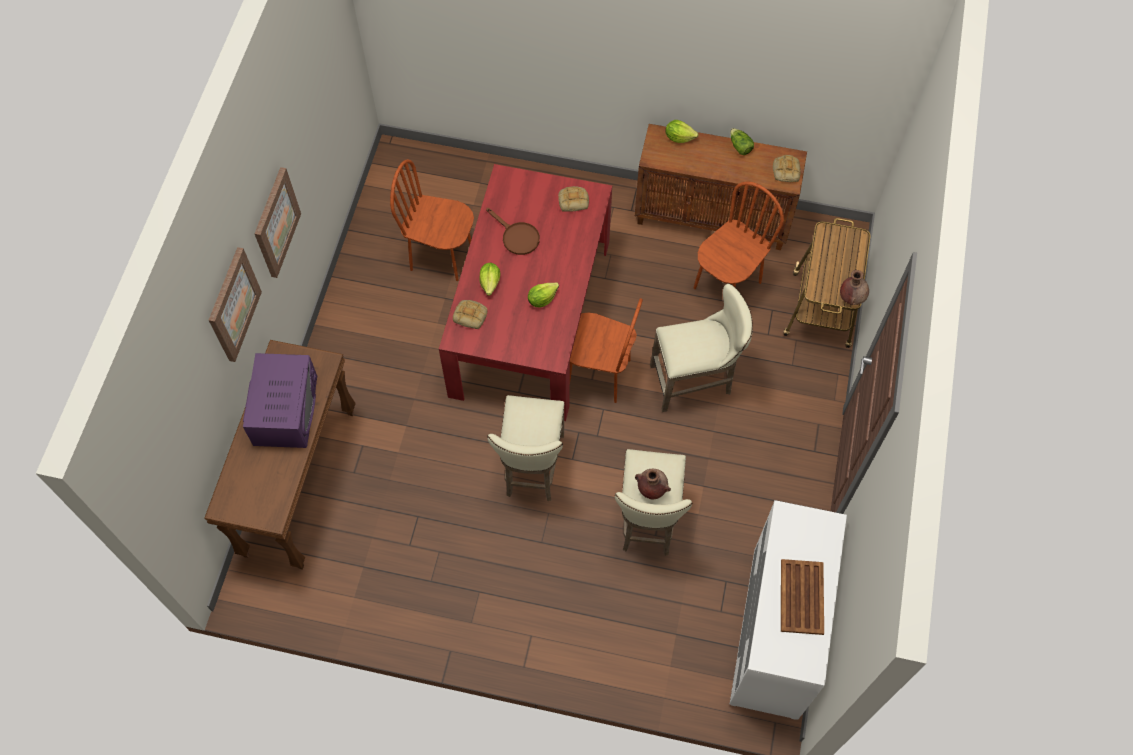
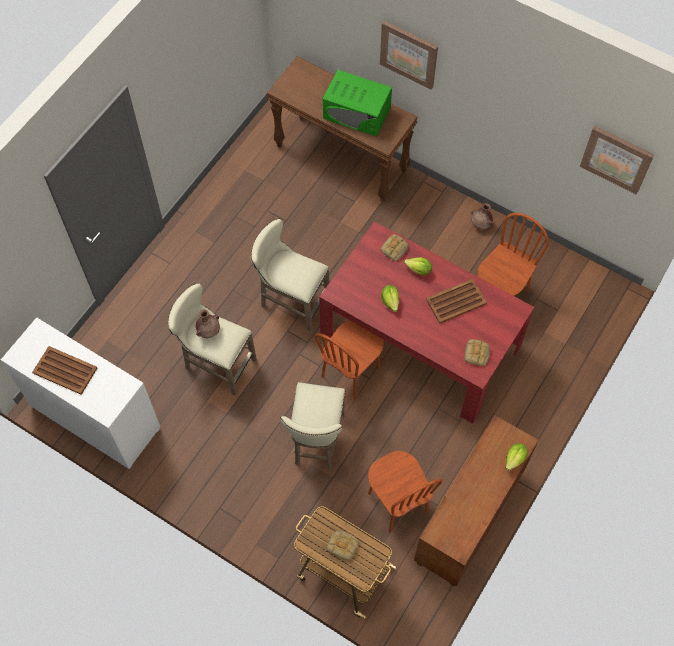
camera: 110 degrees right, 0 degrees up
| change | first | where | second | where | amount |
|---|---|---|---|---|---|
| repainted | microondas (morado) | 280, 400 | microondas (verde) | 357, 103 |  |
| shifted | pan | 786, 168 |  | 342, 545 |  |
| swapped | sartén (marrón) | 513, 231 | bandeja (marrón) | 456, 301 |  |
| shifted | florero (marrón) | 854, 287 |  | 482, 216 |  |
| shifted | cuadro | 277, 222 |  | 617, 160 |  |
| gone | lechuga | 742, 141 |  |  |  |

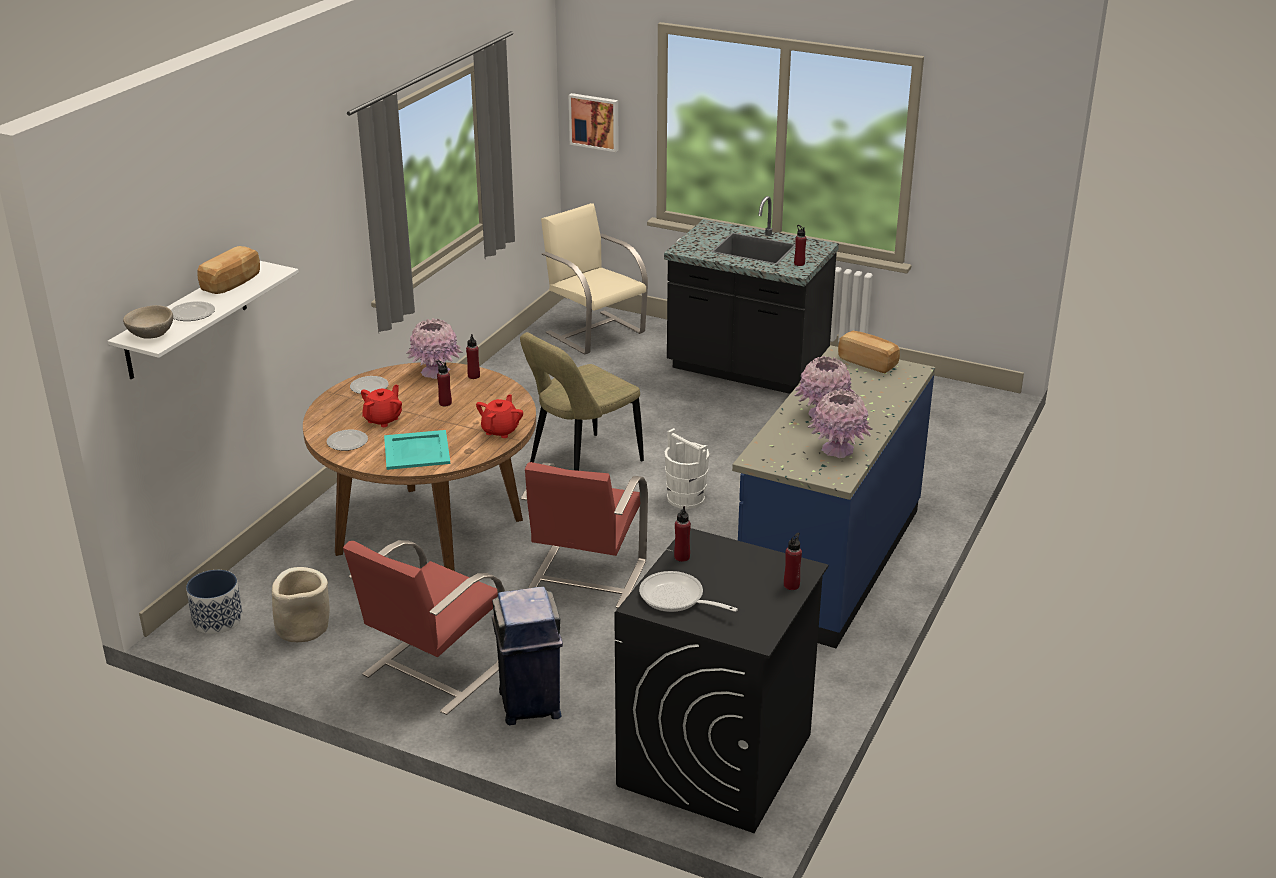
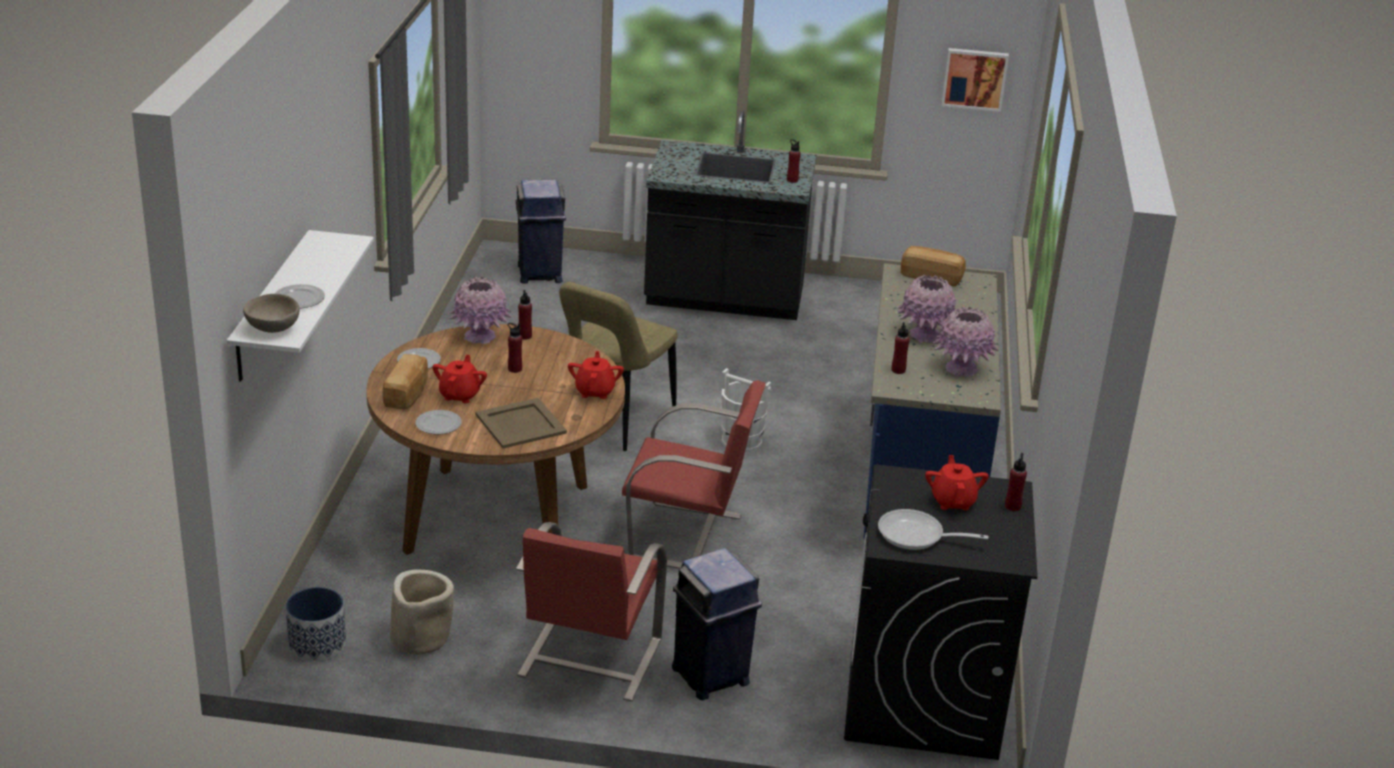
camera: 20 degrees left, 0 degrees up
| change | first | where | second | where | amount |
|---|---|---|---|---|---|
| shifted | pan | 228, 270 |  | 405, 381 |  |
| repainted | bandeja (turquesa) | 417, 450 | bandeja (beis) | 521, 423 |  |
| swapped | silla (beis) | 594, 279 | papelera (azul) | 541, 232 |  |
| rotated | silla (rojo) | 584, 535 |  | 694, 474 | 75 degrees counterclockwise |
| shifted | botella (rojo) | 682, 534 |  | 901, 348 |  |
| new |  |  | tetera (rojo) | 957, 483 |  |
| shifted | cuadro | 594, 122 |  | 975, 80 |  |

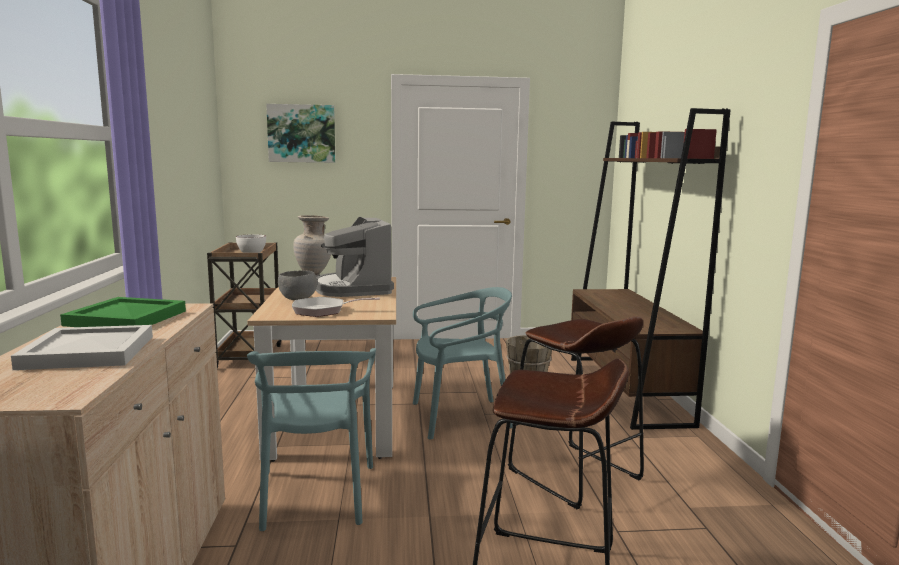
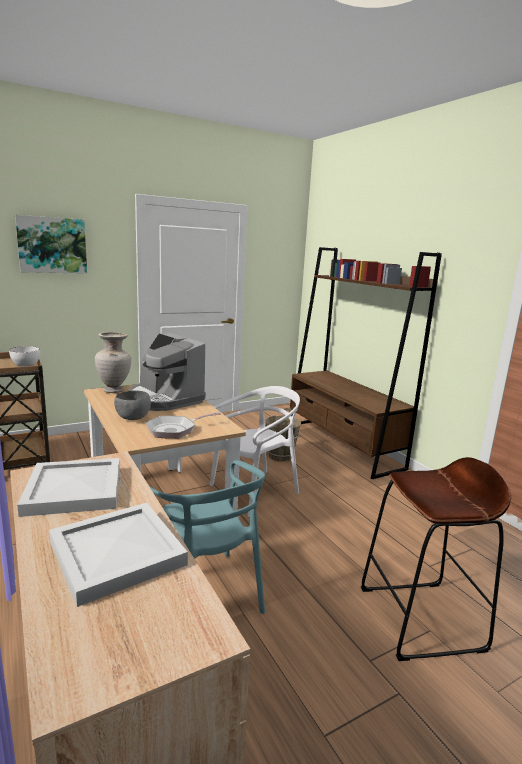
camera: 25 degrees left, 5 degrees up
| change | first | where | second | where | amount |
|---|---|---|---|---|---|
| repainted | bandeja (verde) | 123, 312 | bandeja (blanco) | 68, 487 |  |
| repainted | silla (turquesa) | 463, 363 | silla (blanco) | 254, 451 |  |
| gone | taburete (marrón) | 576, 412 |  |  |  |

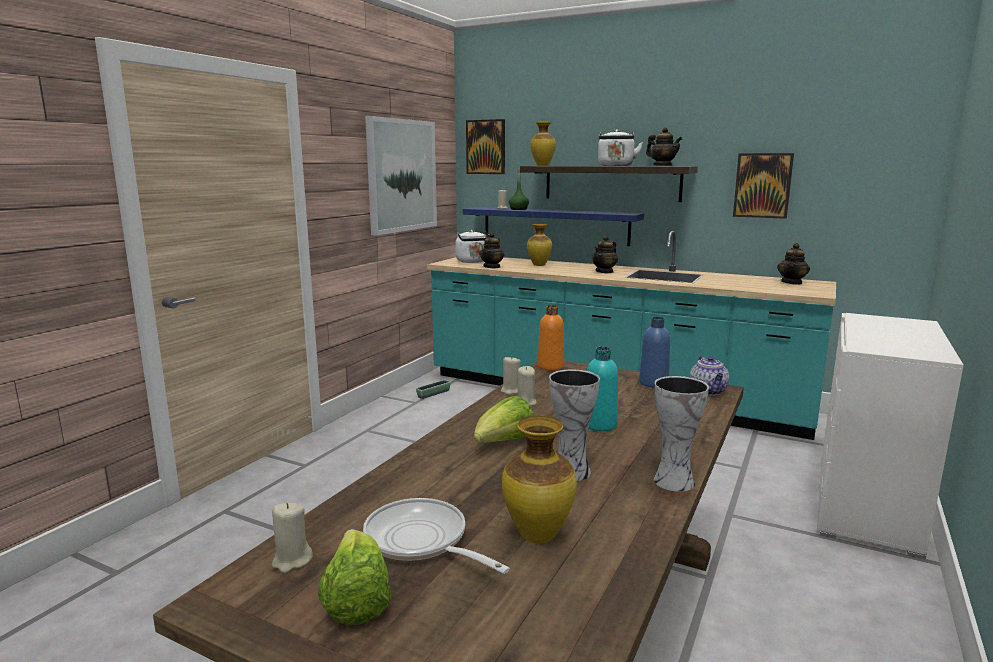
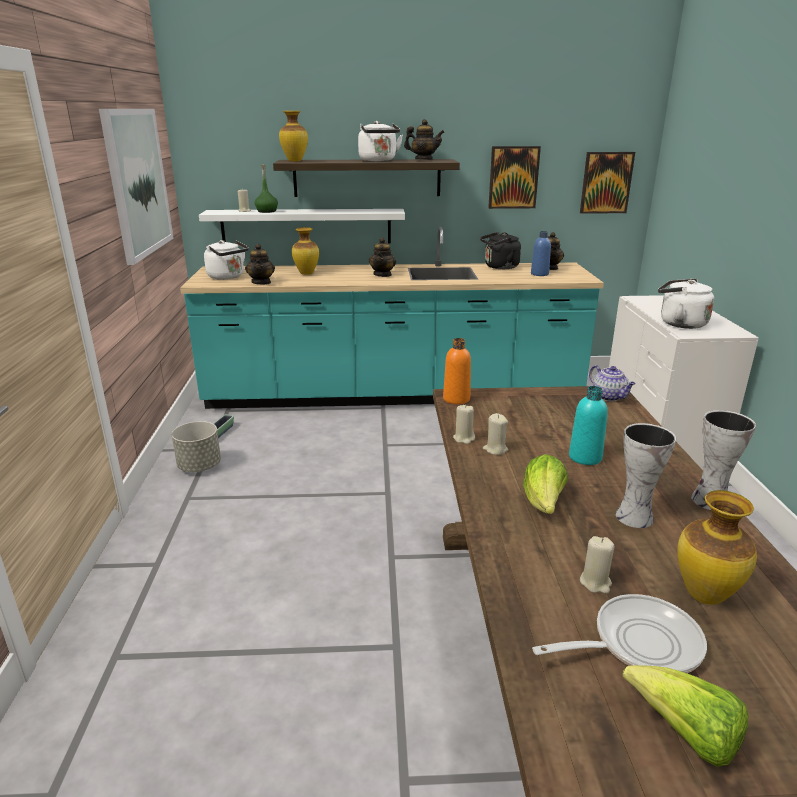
camera: 30 degrees left, 10 degrees up
| change | first | where | second | where | amount |
|---|---|---|---|---|---|
| new |  |  | maceta (gris) | 196, 446 |  |
| repainted | estante (azul) | 553, 226 | estante (blanco) | 302, 226 |  |
| new |  |  | hervidor (negro) | 500, 250 |  |
| shifted | botella (azul) | 654, 352 |  | 541, 253 |  |
| rotated | sartén | 436, 536 |  | 619, 633 | 150 degrees clockwise |
| shifted | cuadro | 485, 146 |  | 607, 183 |  |
| shifted | vela (beis) | 292, 538 |  | 597, 564 |  |
| new |  |  | hervidor (blanco) | 686, 304 |  |

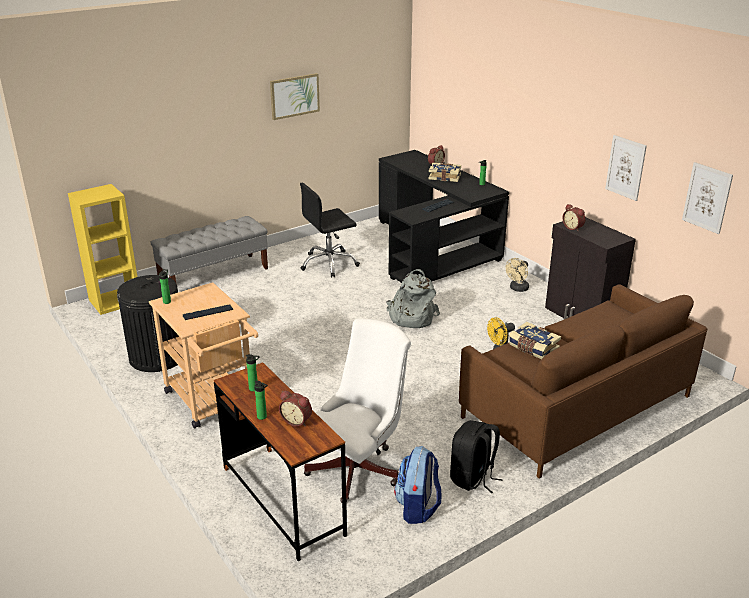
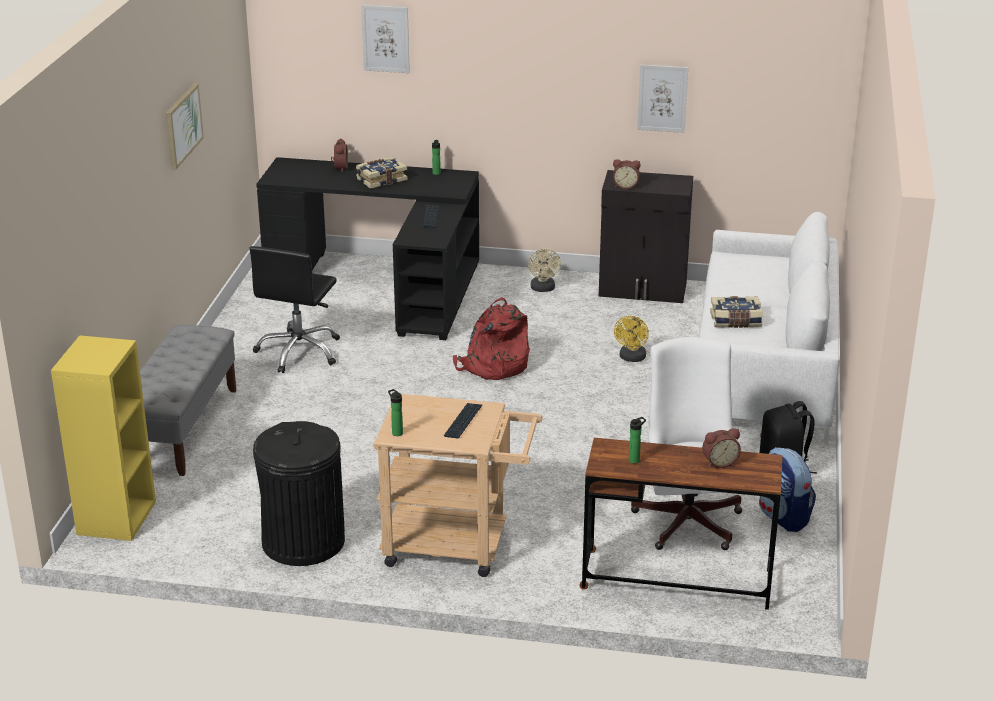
camera: 45 degrees left, 0 degrees up
| change | first | where | second | where | amount |
|---|---|---|---|---|---|
| shifted | cuadro | 707, 198 |  | 385, 39 |  |
| repainted | mochila (gris) | 413, 298 | mochila (rojo) | 491, 338 |  |
| repainted | sofá (marrón) | 583, 381 | sofá (blanco) | 769, 328 |  |
| gone | botella | 261, 400 |  |  |  |

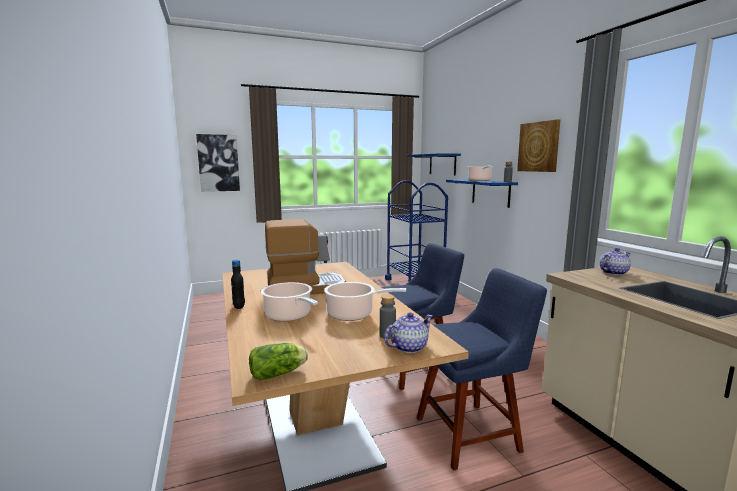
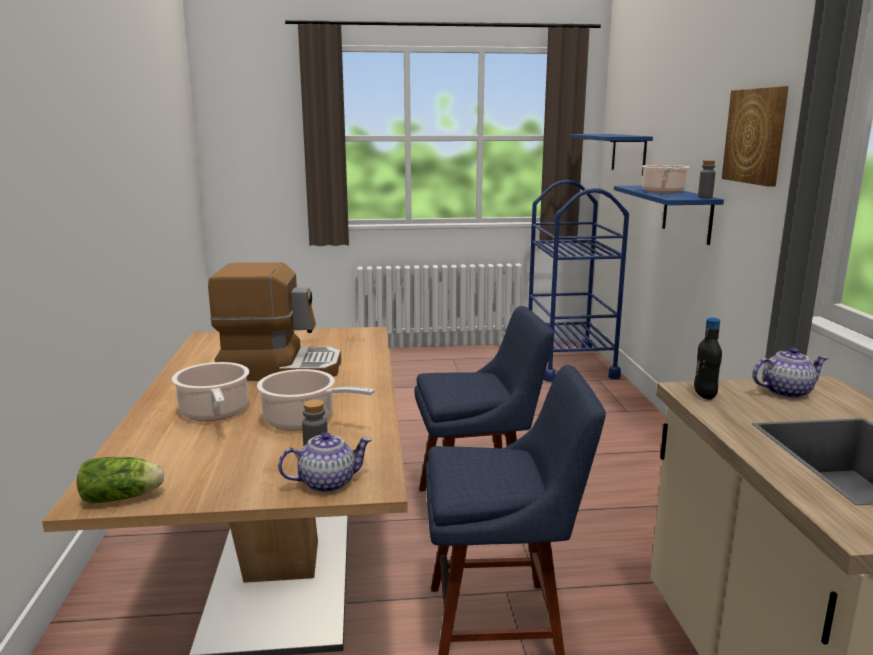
camera: 15 degrees right, 5 degrees up
| change | first | where | second | where | amount |
|---|---|---|---|---|---|
| shifted | botella (negro) | 238, 284 |  | 708, 359 |  |
| gone | cuadro | 218, 163 |  |  |  |

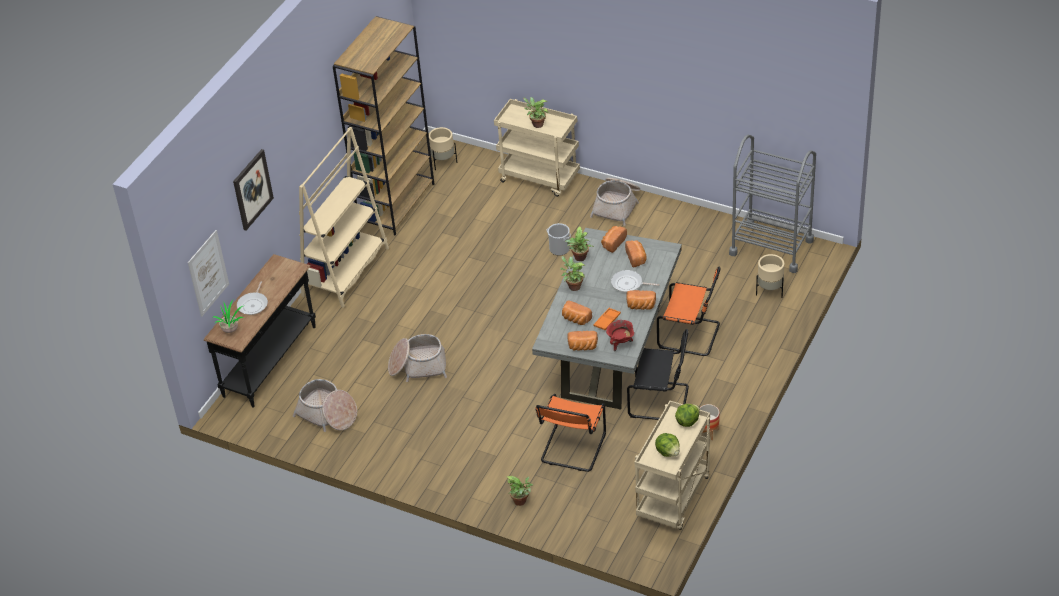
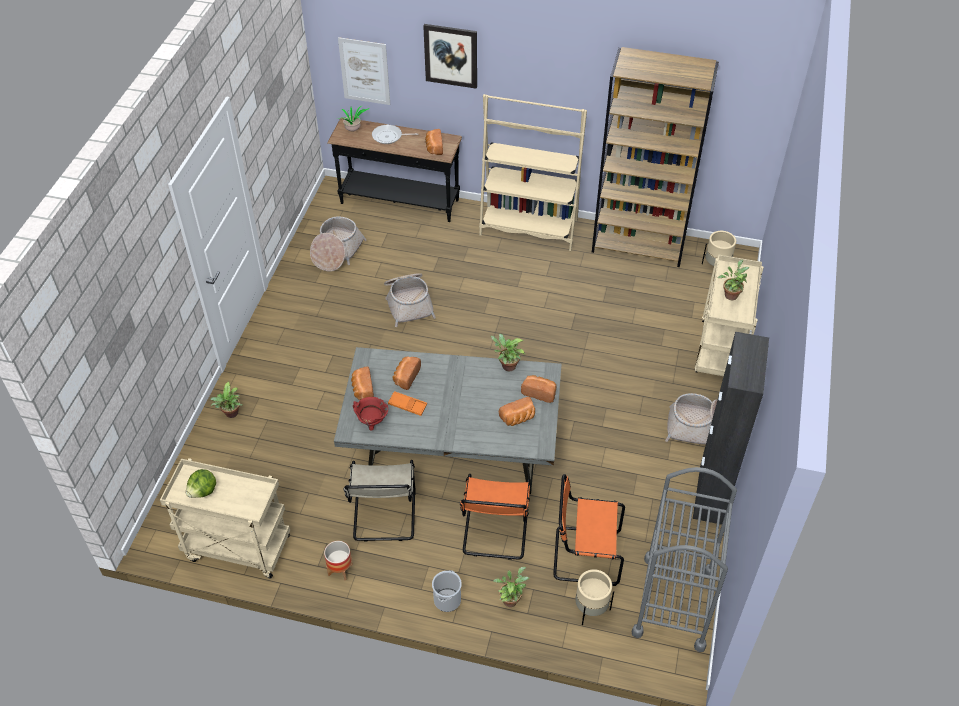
camera: 75 degrees right, 5 degrees up
| change | first | where | second | where | amount |
|---|---|---|---|---|---|
| repainted | silla (negro) | 658, 374 | silla (beis) | 379, 500 |  |
| shifted | pan | 641, 300 |  | 434, 142 |  |
| shifted | cubo | 559, 239 |  | 447, 591 |  |
| shifted | planta en maceta | 572, 273 |  | 511, 587 |  |
| shifted | silla (naranja) | 570, 433 |  | 589, 530 |  |
| new |  |  | armario (negro) | 731, 428 |  |
| gone | sartén | 635, 281 |  |  |  |
| gone | lechuga | 687, 415 |  |  |  |

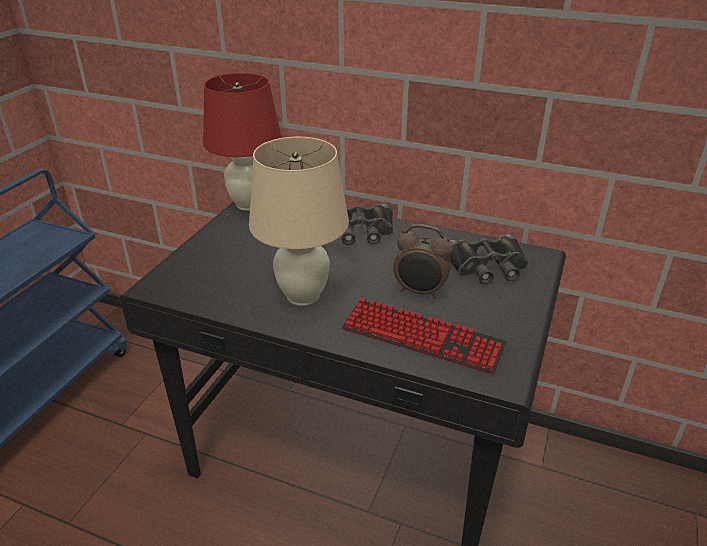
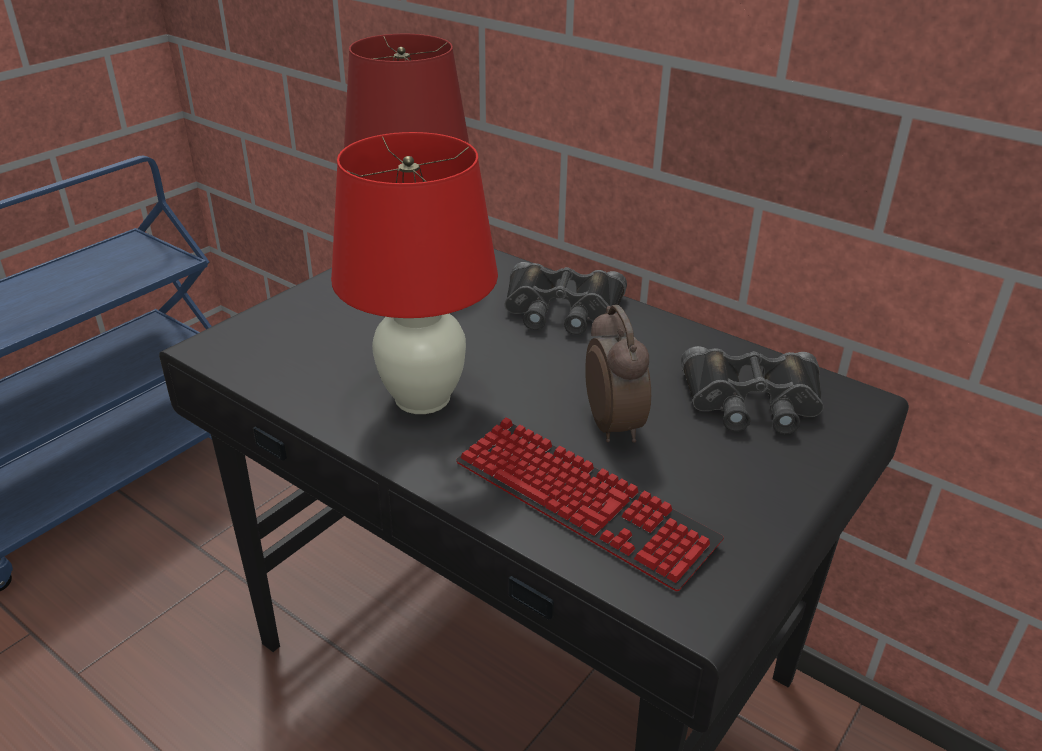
camera: 15 degrees right, 0 degrees up
| change | first | where | second | where | amount |
|---|---|---|---|---|---|
| repainted | lámpara de mesa (beis) | 299, 221 | lámpara de mesa (rojo) | 414, 273 |  |
| rotated | despertador | 423, 261 |  | 618, 374 | 135 degrees counterclockwise |

